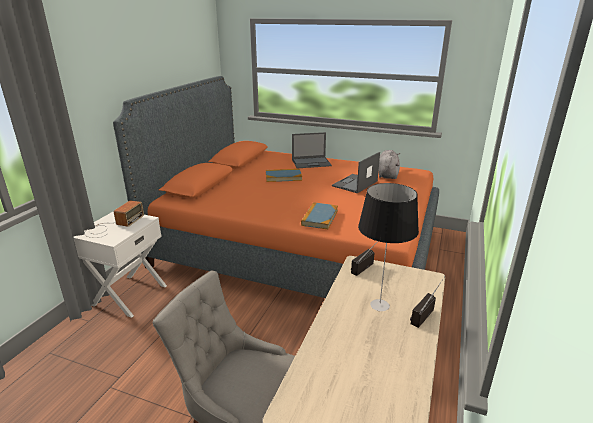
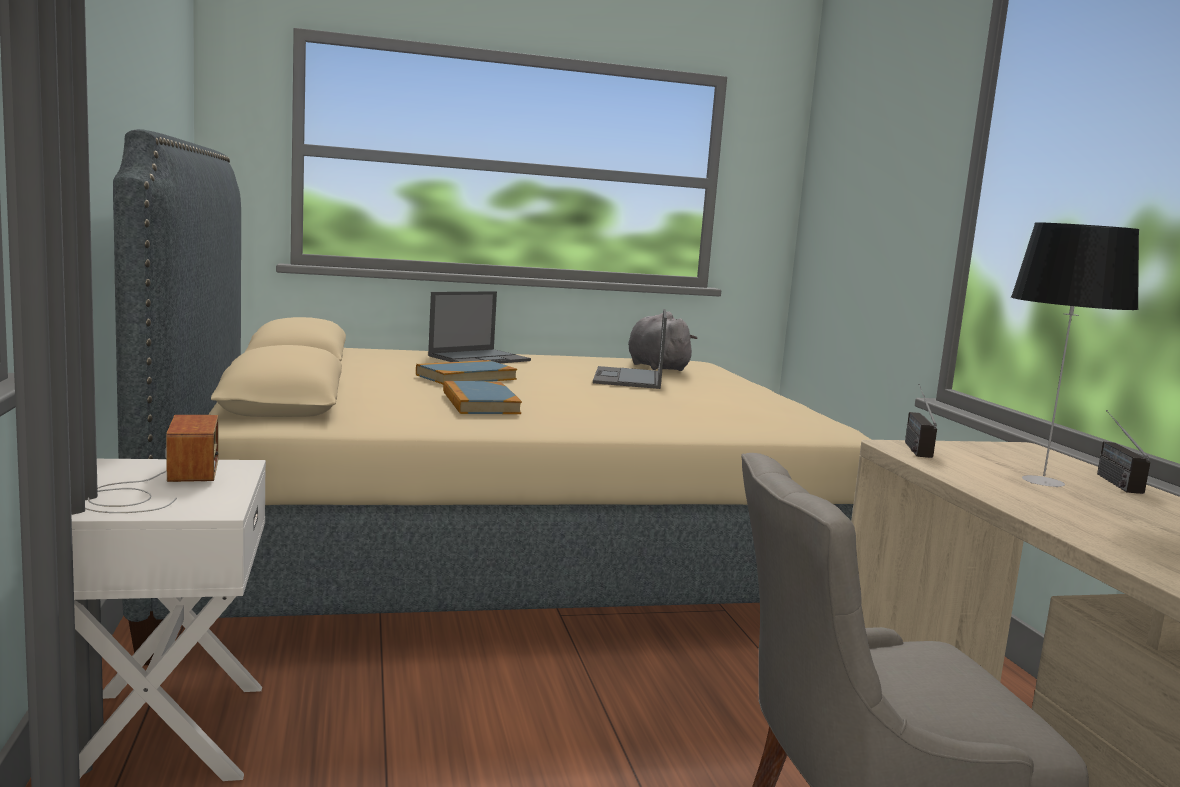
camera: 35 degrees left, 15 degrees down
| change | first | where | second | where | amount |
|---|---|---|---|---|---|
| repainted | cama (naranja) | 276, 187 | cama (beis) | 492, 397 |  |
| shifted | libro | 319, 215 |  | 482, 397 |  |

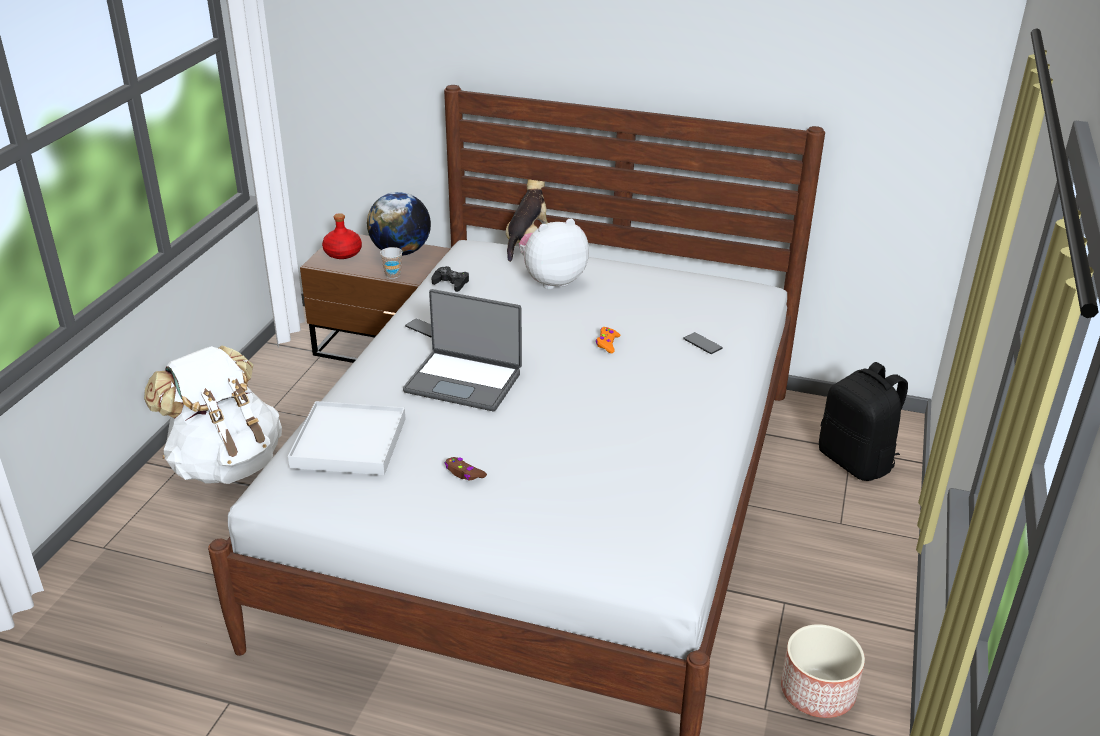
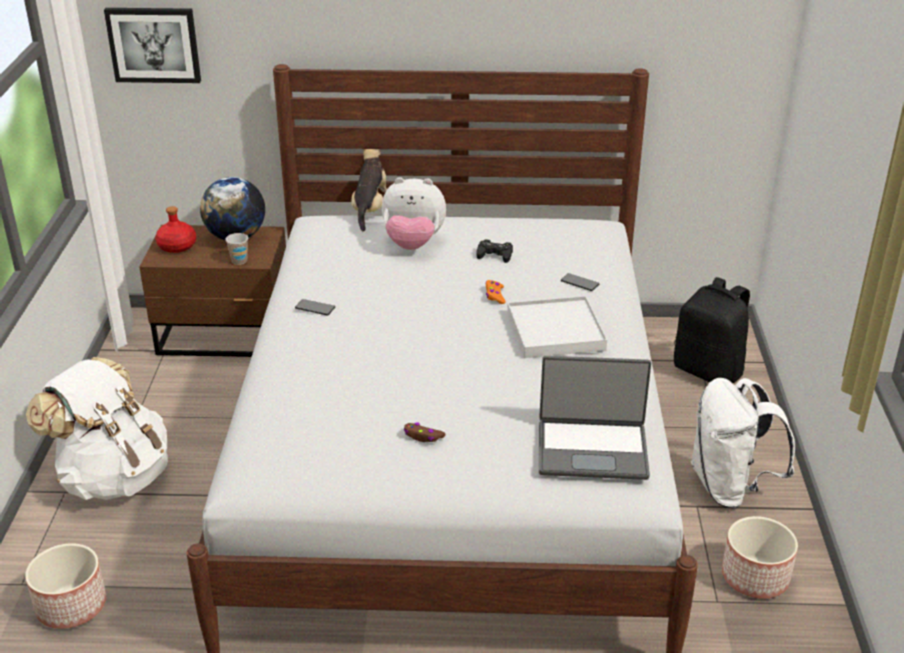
camera: 15 degrees left, 0 degrees up
| change | first | where | second | where | amount |
|---|---|---|---|---|---|
| new |  |  | maceta | 65, 586 |  |
| new |  |  | cuadro | 152, 45 |  |
| rotated | peluche | 554, 253 |  | 414, 213 | 135 degrees counterclockwise |
| shifted | mando de consola (negro) | 450, 279 |  | 495, 251 |  |
| shifted | bandeja (blanco) | 346, 438 |  | 557, 327 |  |
| shifted | portátil | 462, 350 |  | 595, 418 |  |
| new |  |  | mochila (blanco) | 743, 443 |  |

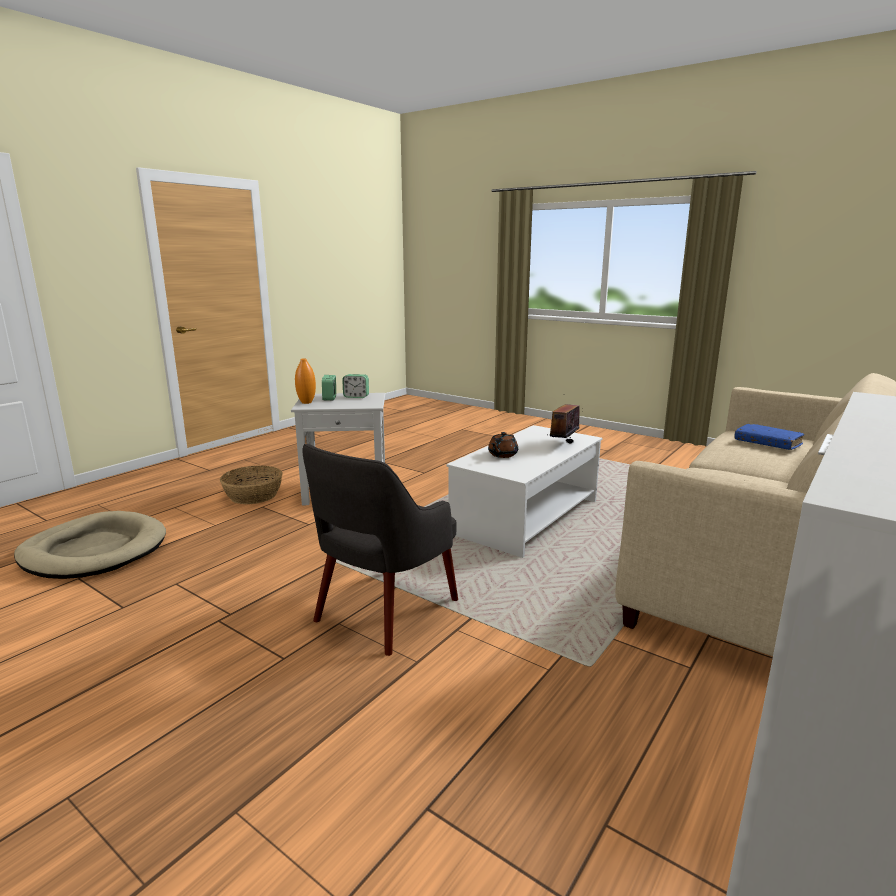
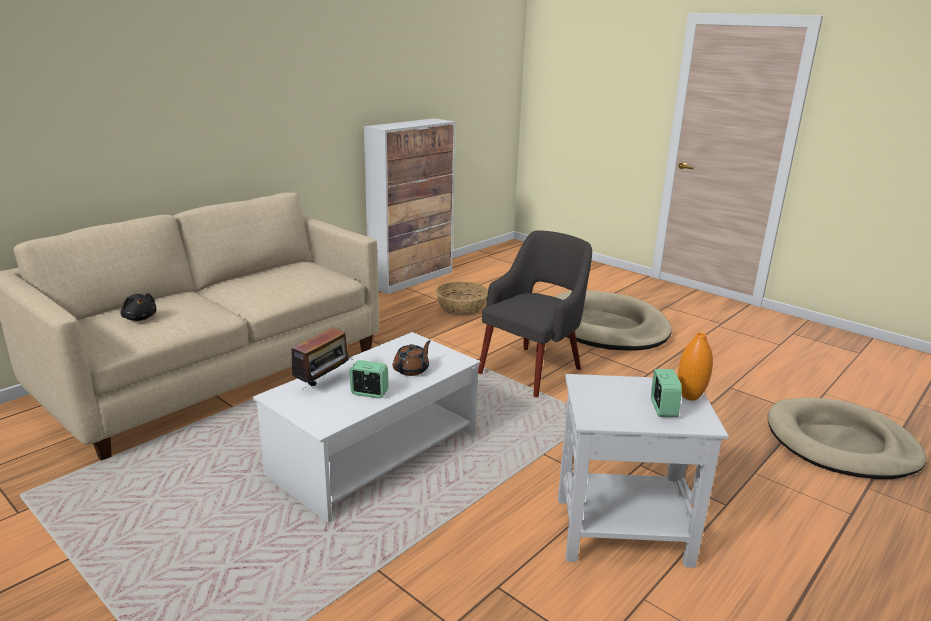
camera: 175 degrees left, 5 degrees up
| change | first | where | second | where | amount |
|---|---|---|---|---|---|
| swapped | libro (azul) | 769, 436 | peluche (negro) | 138, 307 |  |
| shifted | despertador | 355, 386 |  | 369, 379 |  |
| shifted | cesta | 251, 484 |  | 462, 299 |  |
| new |  |  | cama para perro (beis) | 613, 320 |  |

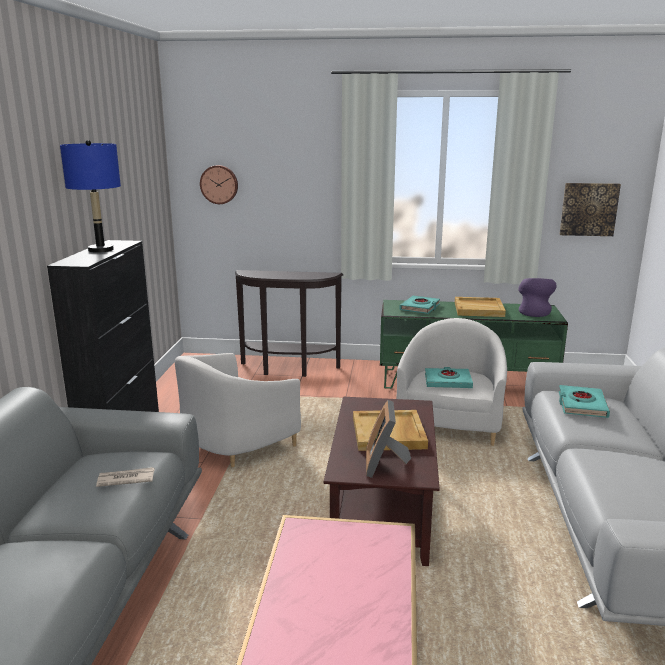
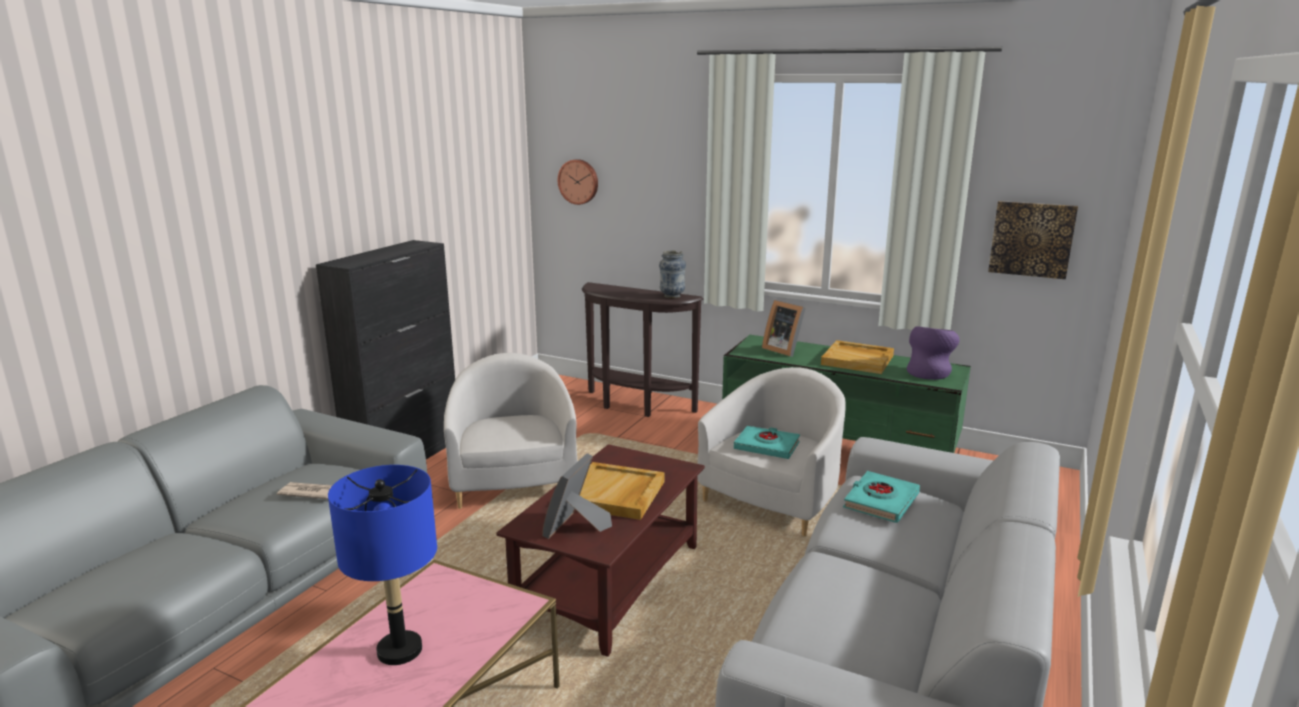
camera: 20 degrees right, 0 degrees up
| change | first | where | second | where | amount |
|---|---|---|---|---|---|
| shifted | lámpara de mesa (azul) | 90, 196 |  | 382, 565 |  |
| rotated | sillón (blanco) | 238, 410 |  | 511, 431 | 105 degrees clockwise |
| new |  |  | florero | 672, 274 |  |
| swapped | libro (turquesa) | 419, 305 | portarretratos | 784, 328 |  |

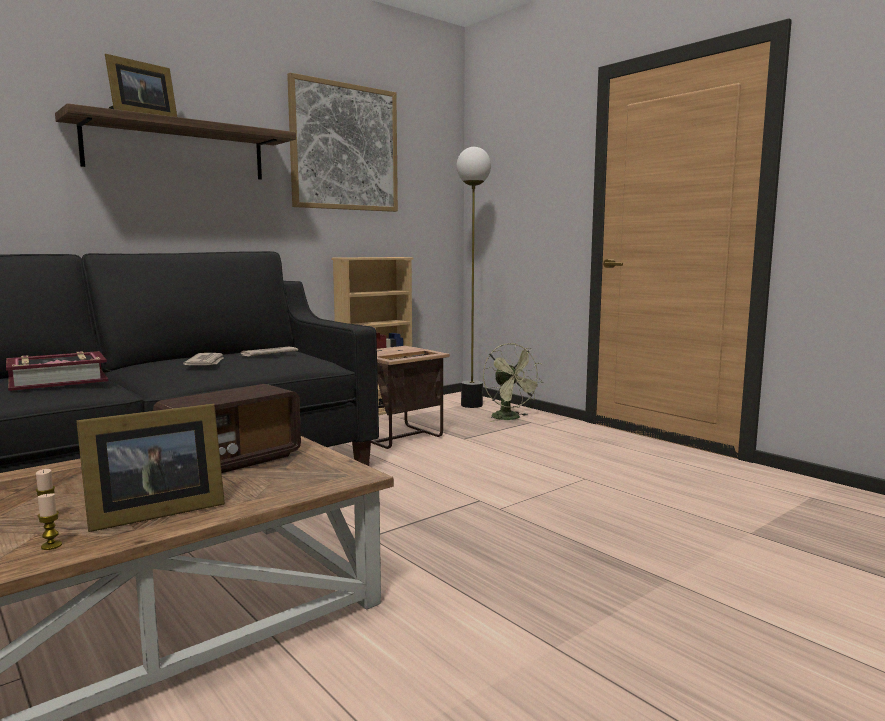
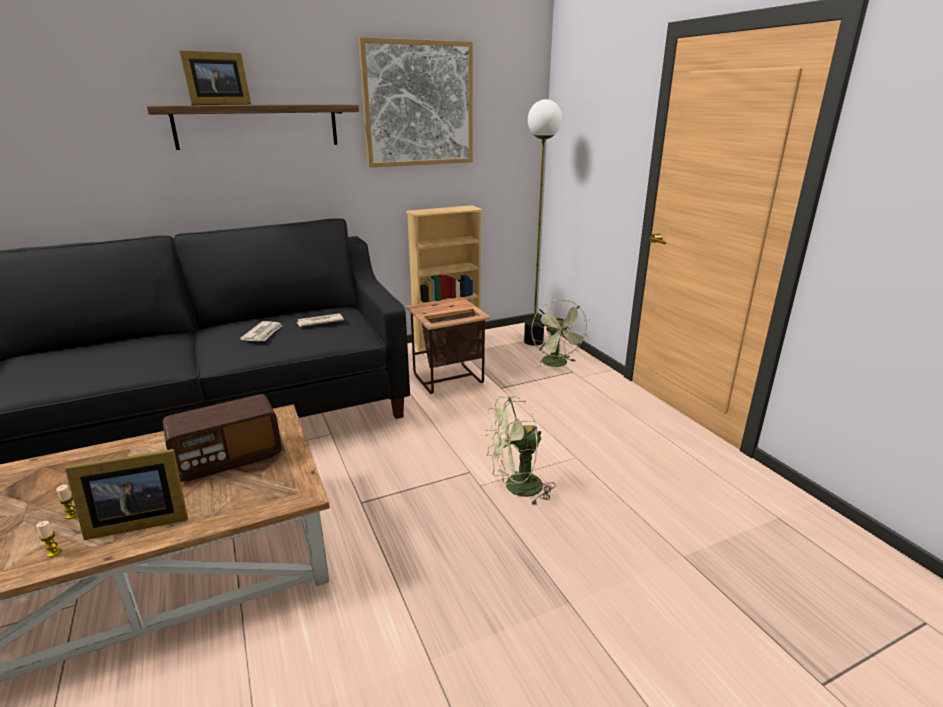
camera: 15 degrees right, 15 degrees up
| change | first | where | second | where | amount |
|---|---|---|---|---|---|
| new |  |  | ventilador (verde) | 520, 450 |  |
| gone | libro | 57, 371 |  |  |  |

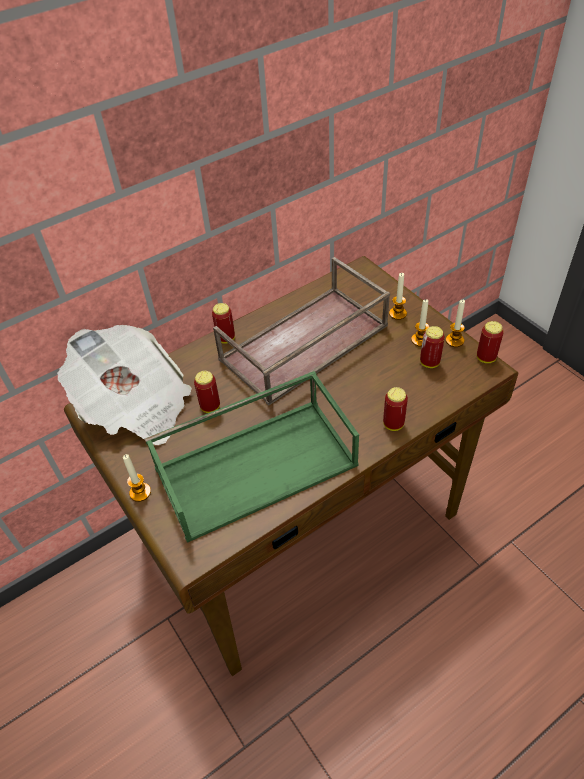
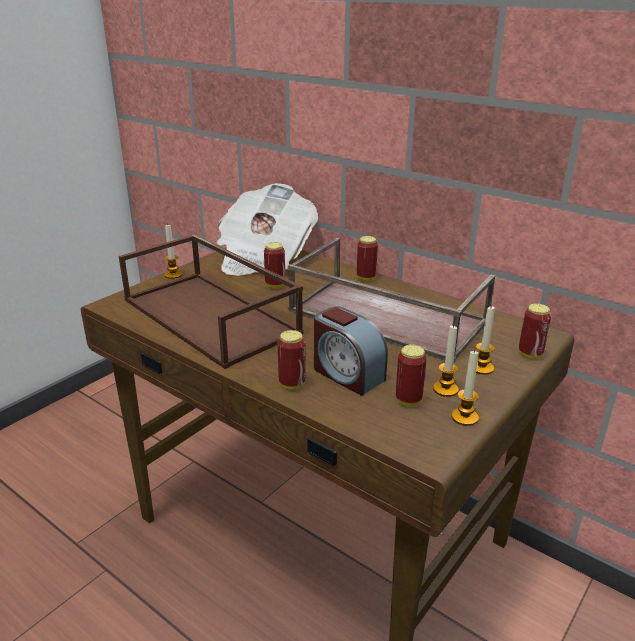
camera: 70 degrees right, 20 degrees down
| change | first | where | second | where | amount |
|---|---|---|---|---|---|
| repainted | bandeja (verde) | 252, 457 | bandeja (marrón) | 211, 301 |  |
| new |  |  | despertador | 351, 351 |  |
| shifted | lata | 490, 342 |  | 535, 331 |  |

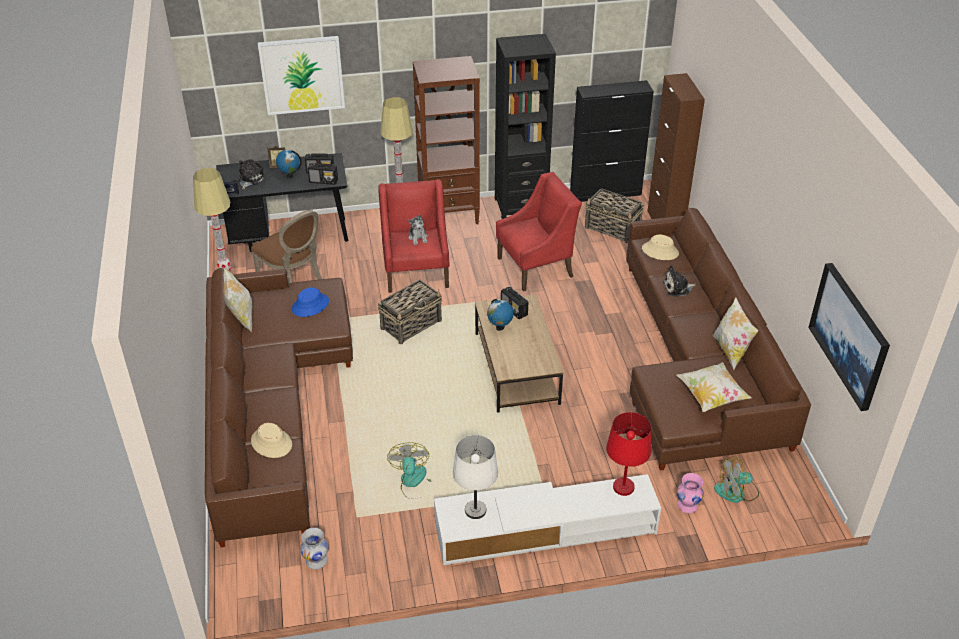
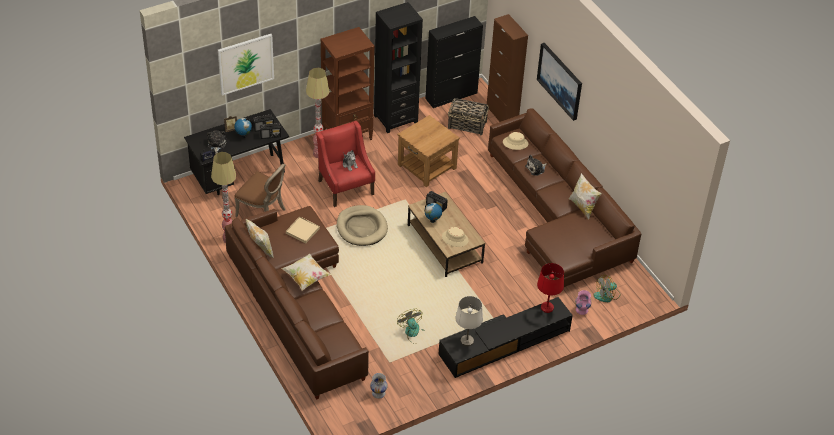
camera: 20 degrees left, 5 degrees up
| change | first | where | second | where | amount |
|---|---|---|---|---|---|
| shifted | cojín | 714, 387 |  | 306, 272 |  |
| swapped | sombrero (azul) | 310, 302 | bandeja (beis) | 303, 230 |  |
| swapped | cesta | 410, 311 | cama para perro (beis) | 362, 225 |  |
| swapped | sillón (rojo) | 539, 232 | mesa auxiliar (marrón) | 428, 151 |  |
| repainted | mueble de televisión (blanco) | 547, 519 | mueble de televisión (negro) | 506, 337 |  |
| shifted | sombrero (beis) | 271, 440 |  | 455, 237 |  |
| shifted | cuadro | 849, 337 |  | 559, 82 |  |

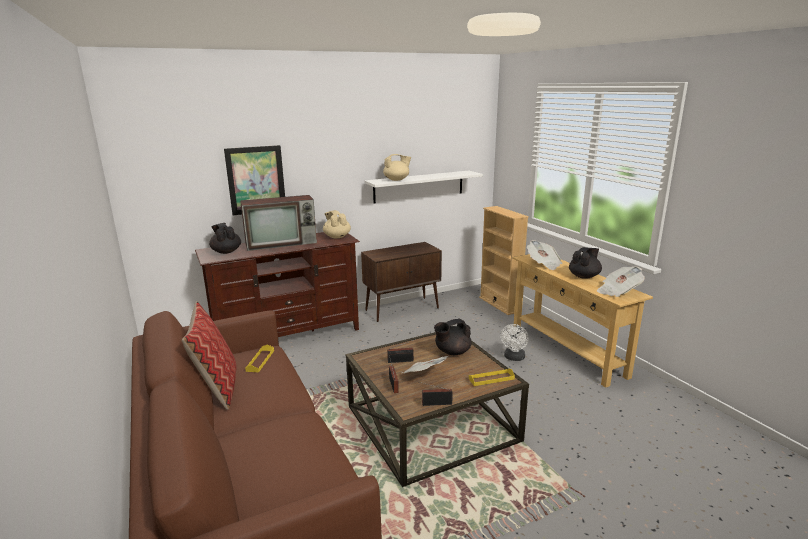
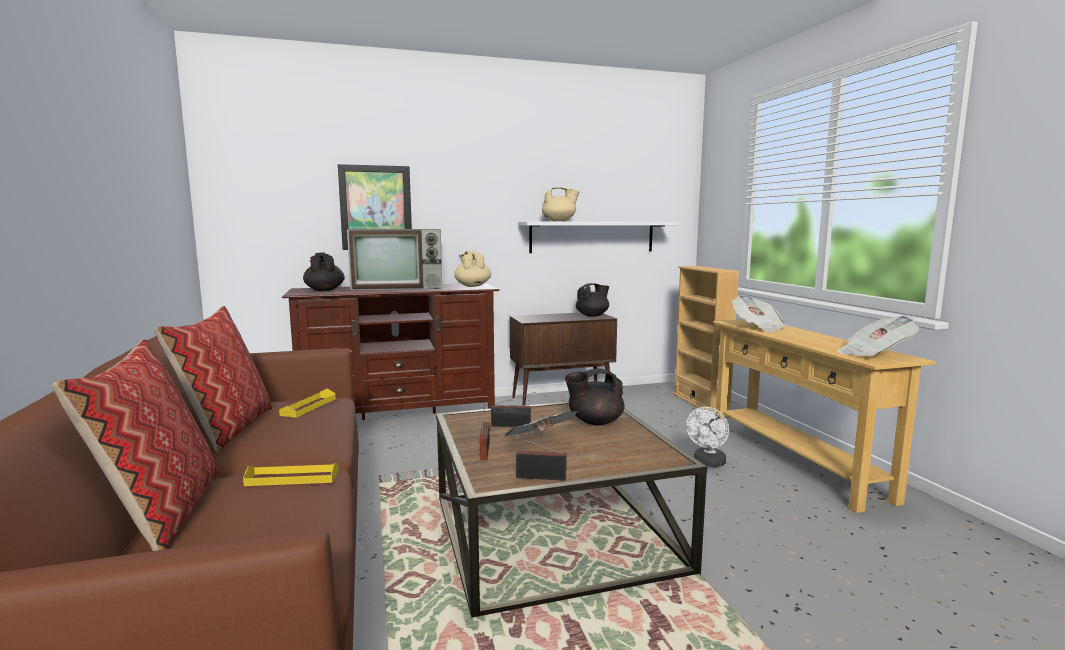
camera: 10 degrees right, 10 degrees down
| change | first | where | second | where | amount |
|---|---|---|---|---|---|
| new |  |  | cojín | 135, 445 |  |
| shifted | bandeja (amarillo) | 492, 377 |  | 291, 474 |  |
| shifted | tetera (negro) | 585, 263 |  | 592, 300 |  |

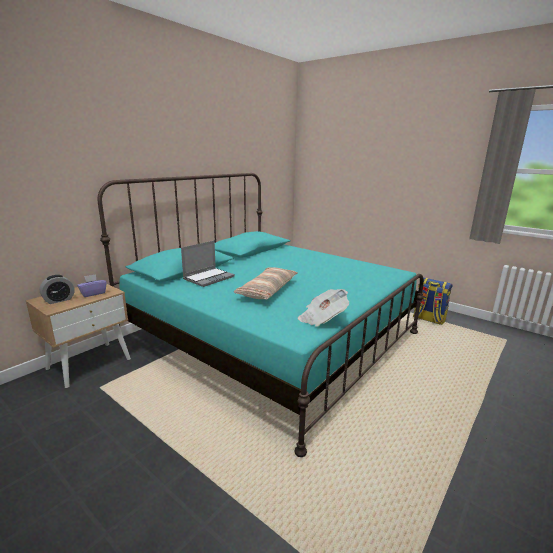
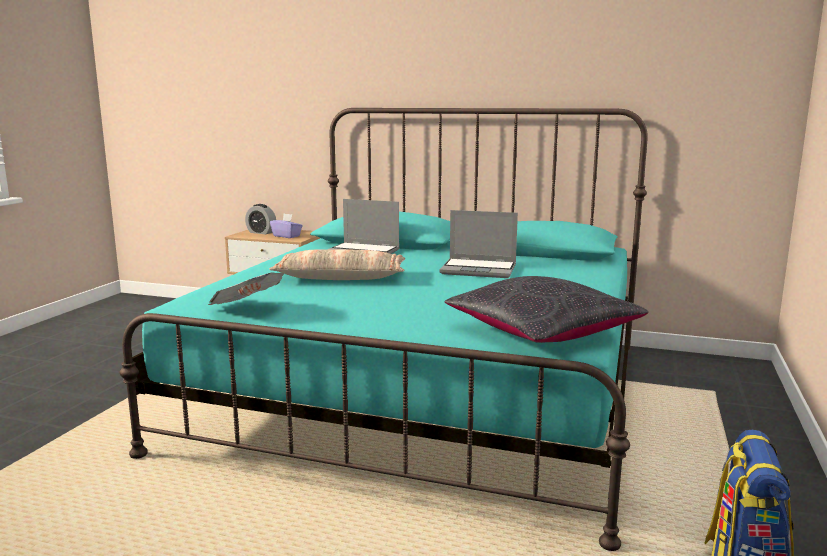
camera: 70 degrees right, 5 degrees down
| change | first | where | second | where | amount |
|---|---|---|---|---|---|
| new |  |  | portátil | 479, 244 |  |
| new |  |  | cojín (negro) | 546, 309 |  |

